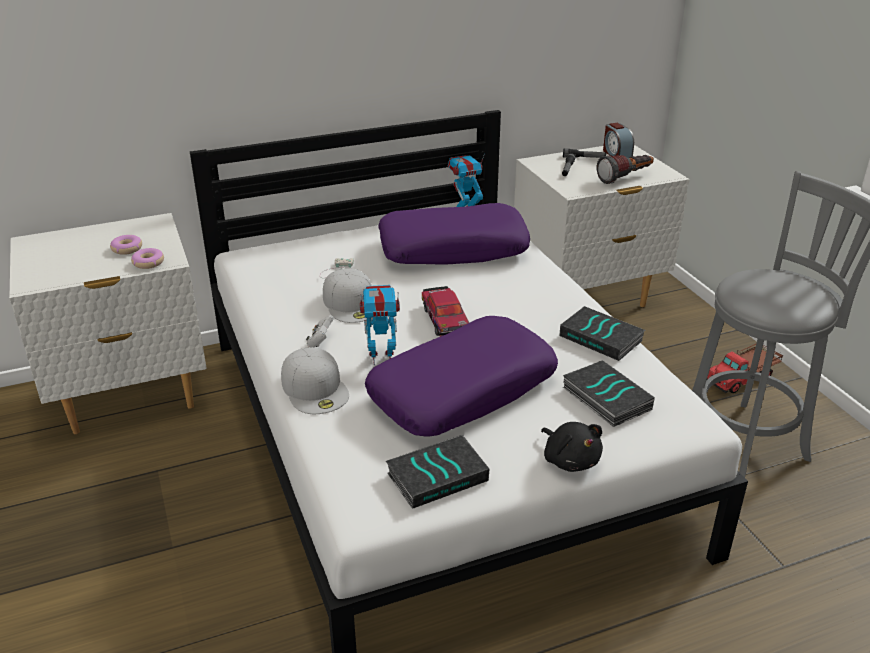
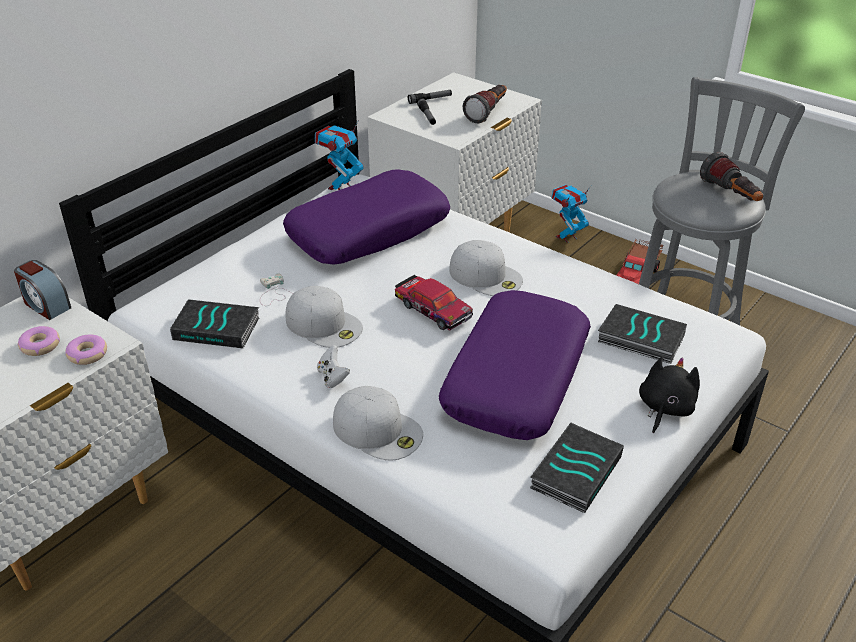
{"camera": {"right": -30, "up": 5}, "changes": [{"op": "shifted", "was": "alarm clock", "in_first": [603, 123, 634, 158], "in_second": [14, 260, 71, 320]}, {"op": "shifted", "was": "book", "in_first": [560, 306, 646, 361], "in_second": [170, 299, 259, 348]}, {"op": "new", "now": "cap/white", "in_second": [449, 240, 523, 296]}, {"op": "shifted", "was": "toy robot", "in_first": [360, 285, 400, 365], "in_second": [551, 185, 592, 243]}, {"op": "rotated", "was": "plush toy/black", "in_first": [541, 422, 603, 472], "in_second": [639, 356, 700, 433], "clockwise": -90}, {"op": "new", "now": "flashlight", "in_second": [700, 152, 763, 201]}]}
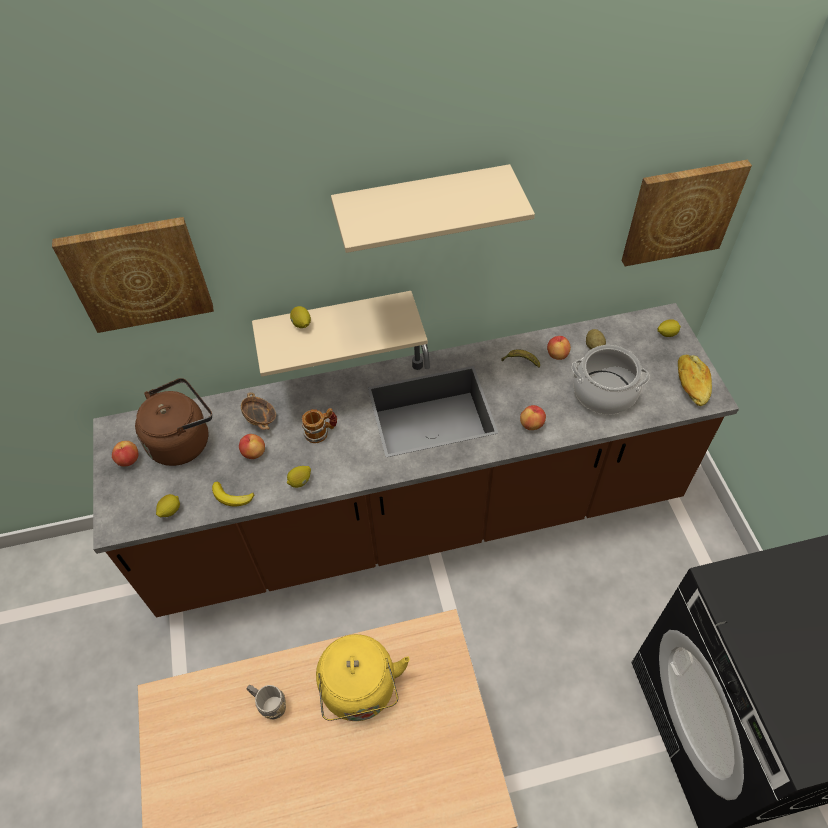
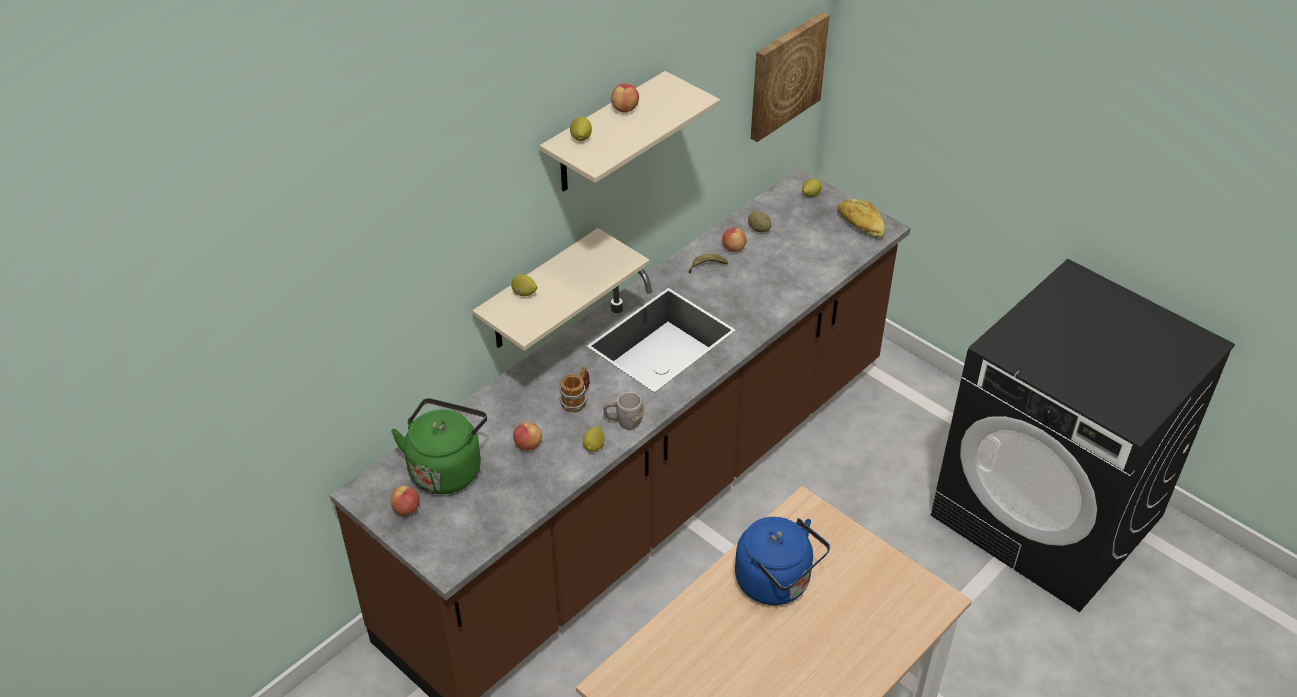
{"camera": {"right": -35, "up": -10}, "changes": [{"op": "repainted", "was": "kettle/brown", "now": "kettle/green", "in_first": [135, 378, 212, 466], "in_second": [391, 398, 487, 494]}, {"op": "shifted", "was": "lemon", "in_first": [156, 494, 180, 517], "in_second": [570, 117, 592, 141]}, {"op": "shifted", "was": "mug/grey", "in_first": [246, 685, 286, 719], "in_second": [603, 392, 644, 430]}, {"op": "shifted", "was": "apple", "in_first": [520, 405, 546, 430], "in_second": [611, 84, 639, 113]}, {"op": "repainted", "was": "kettle/yellow", "now": "kettle/blue", "in_first": [316, 634, 410, 721], "in_second": [735, 517, 830, 605]}, {"op": "gone", "was": "picture", "in_first": [52, 217, 214, 333]}, {"op": "gone", "was": "banana", "in_first": [212, 481, 254, 506]}, {"op": "gone", "was": "bowl", "in_first": [241, 392, 276, 430]}, {"op": "gone", "was": "cooking pot", "in_first": [572, 345, 650, 415]}]}
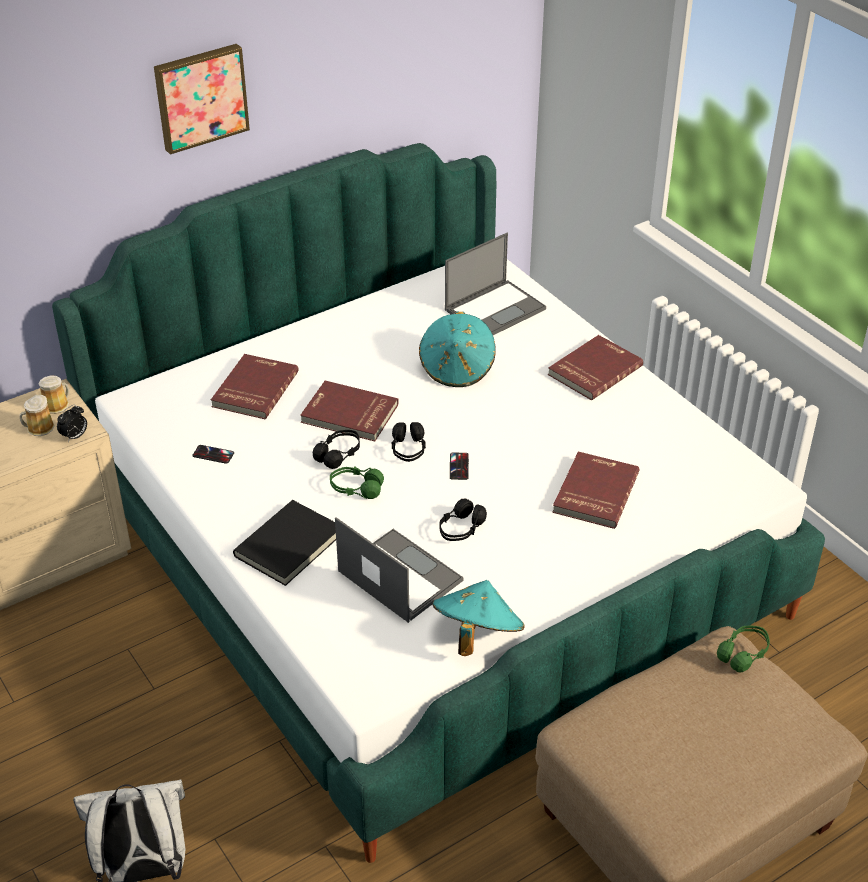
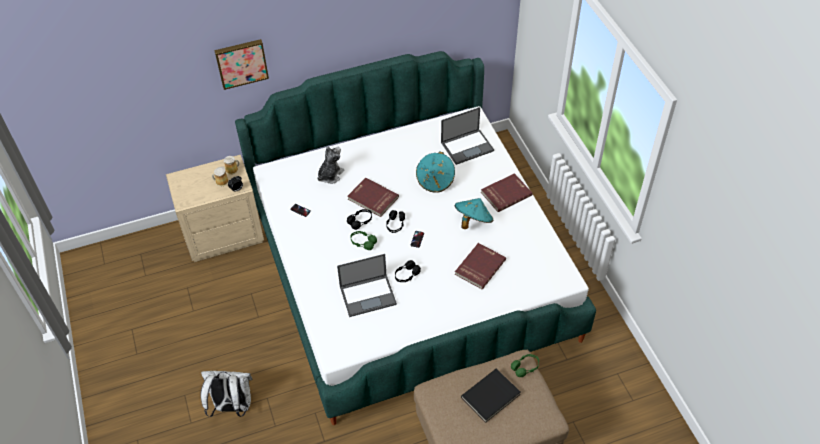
{"camera": {"right": 15, "up": 10}, "changes": [{"op": "shifted", "was": "picture", "in_first": [154, 44, 250, 155], "in_second": [214, 39, 269, 90]}, {"op": "swapped", "was": "book/red", "now": "plush toy", "in_first": [211, 354, 299, 419], "in_second": [317, 146, 345, 184]}, {"op": "rotated", "was": "laptop", "in_first": [335, 517, 463, 623], "in_second": [337, 254, 397, 317], "clockwise": 105}, {"op": "shifted", "was": "hat/turquoise", "in_first": [433, 580, 525, 656], "in_second": [455, 198, 493, 229]}, {"op": "shifted", "was": "book/black", "in_first": [233, 500, 336, 586], "in_second": [461, 369, 520, 423]}]}
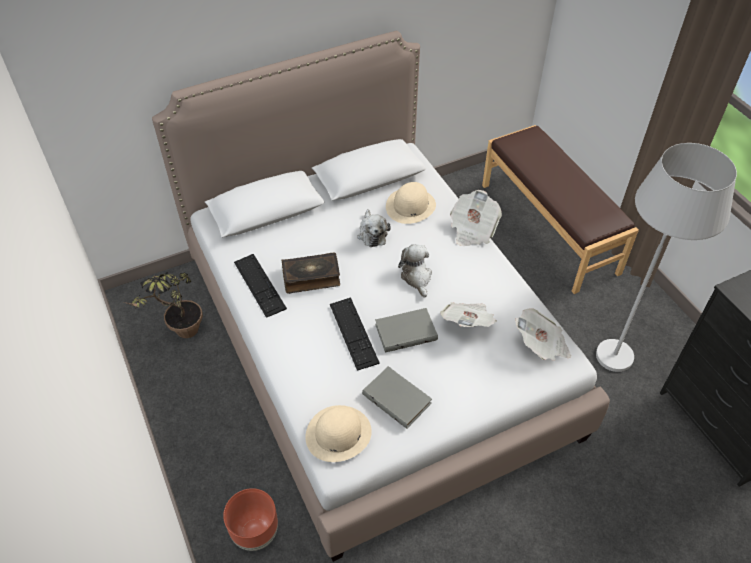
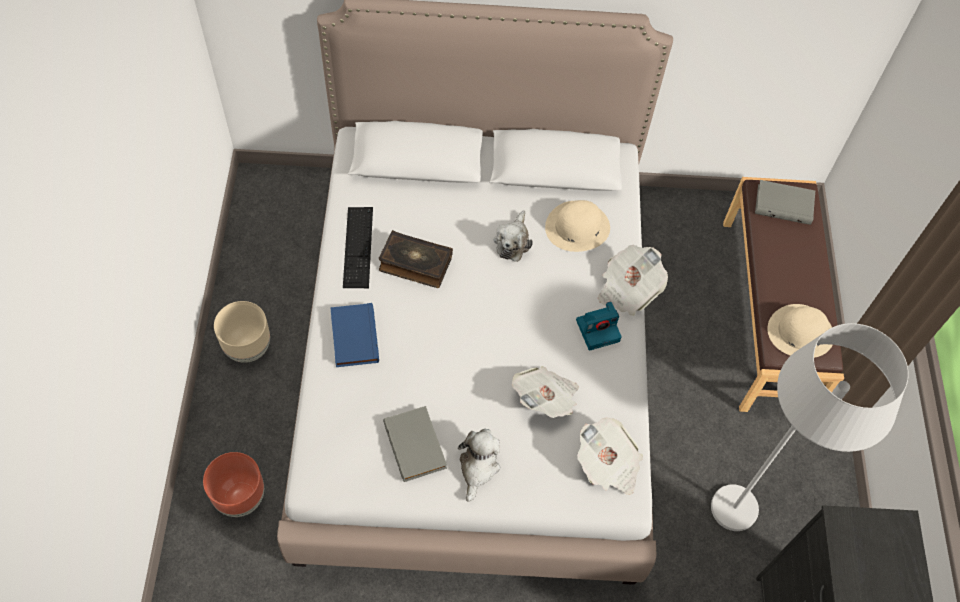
{"camera": {"right": 25, "up": 10}, "changes": [{"op": "new", "now": "planter/beige", "in_second": [214, 301, 270, 363]}, {"op": "new", "now": "book/blue", "in_second": [331, 303, 379, 367]}, {"op": "shifted", "was": "plush toy", "in_first": [398, 244, 432, 298], "in_second": [458, 429, 500, 502]}, {"op": "new", "now": "photo camera", "in_second": [576, 301, 622, 351]}, {"op": "shifted", "was": "book/grey", "in_first": [375, 308, 438, 352], "in_second": [755, 180, 815, 225]}, {"op": "shifted", "was": "hat/beige", "in_first": [305, 405, 372, 462], "in_second": [767, 304, 832, 358]}, {"op": "gone", "was": "potted plant", "in_first": [124, 272, 203, 338]}, {"op": "gone", "was": "keyboard", "in_first": [330, 297, 380, 371]}]}
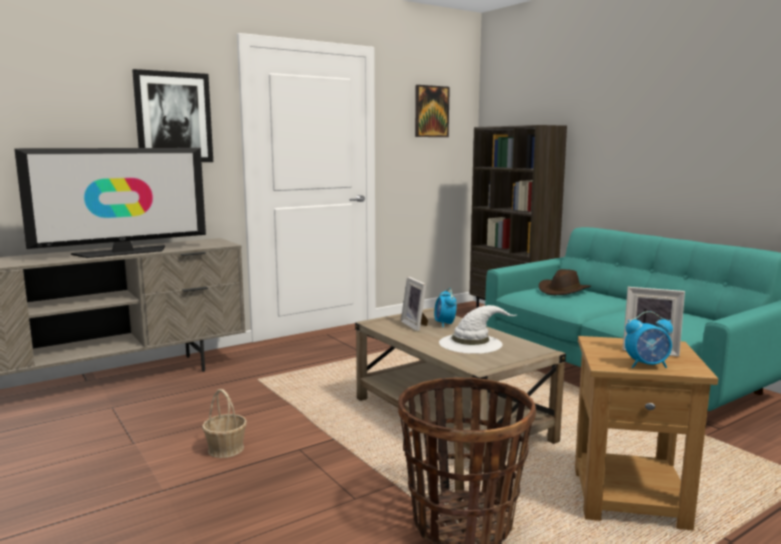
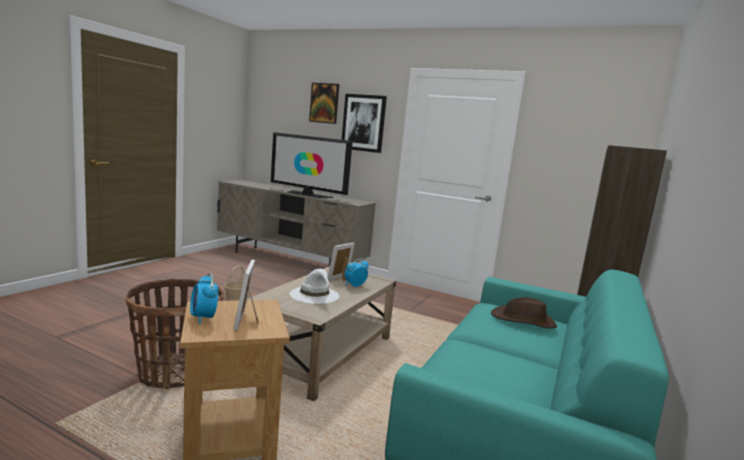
{"camera": {"right": 60, "up": 0}, "changes": [{"op": "shifted", "was": "picture", "in_first": [415, 85, 450, 137], "in_second": [309, 83, 339, 124]}]}
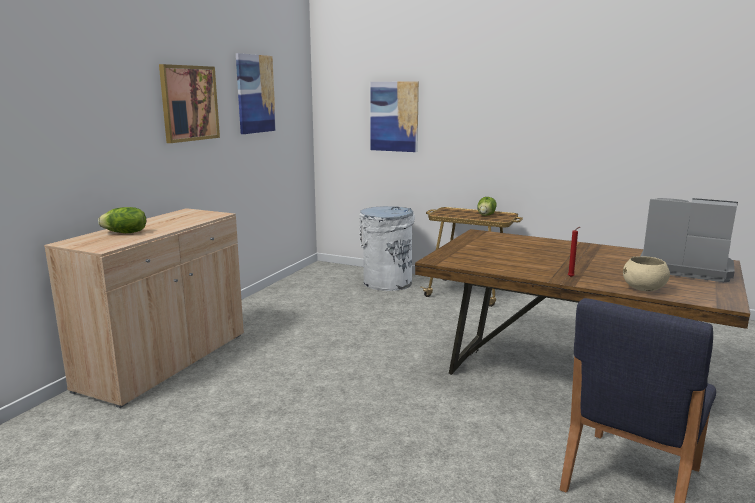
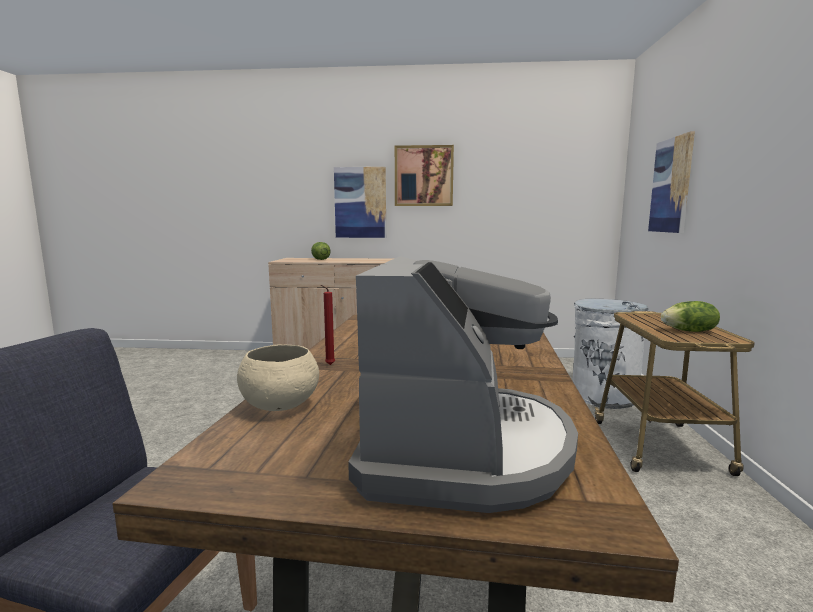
{"camera": {"right": 70, "up": -5}, "changes": [{"op": "shifted", "was": "picture", "in_first": [236, 53, 276, 134], "in_second": [334, 167, 386, 238]}]}
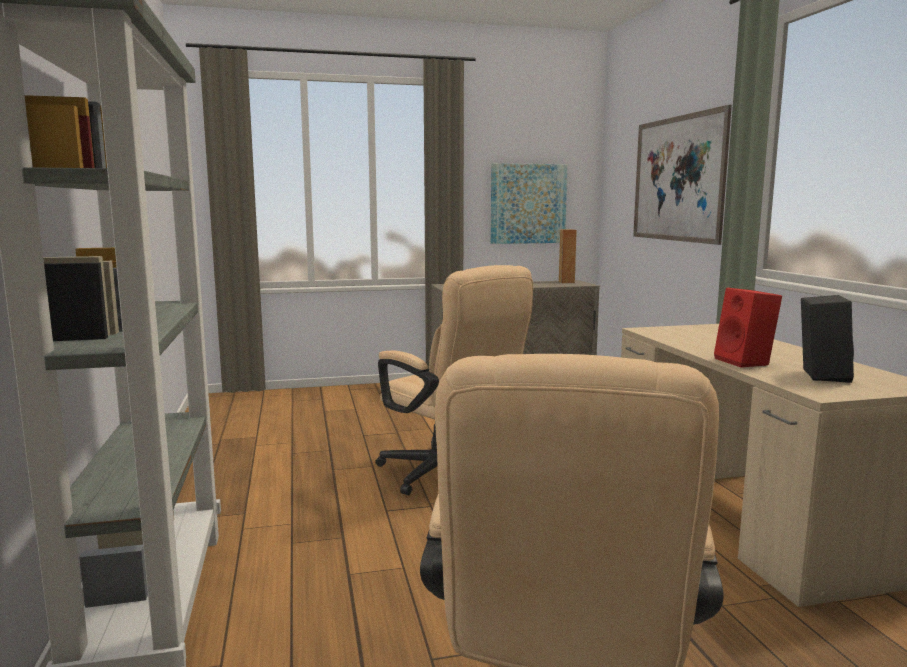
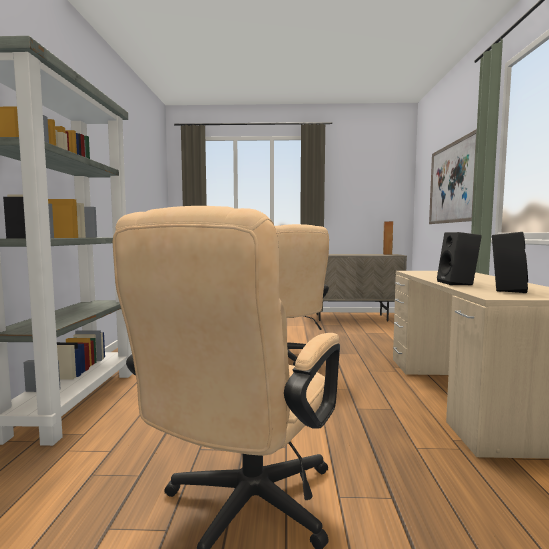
{"camera": {"right": 15, "up": -5}, "changes": [{"op": "repainted", "was": "speaker/red", "now": "speaker/black", "in_first": [714, 288, 782, 368], "in_second": [437, 232, 482, 285]}, {"op": "gone", "was": "picture", "in_first": [491, 163, 567, 244]}]}
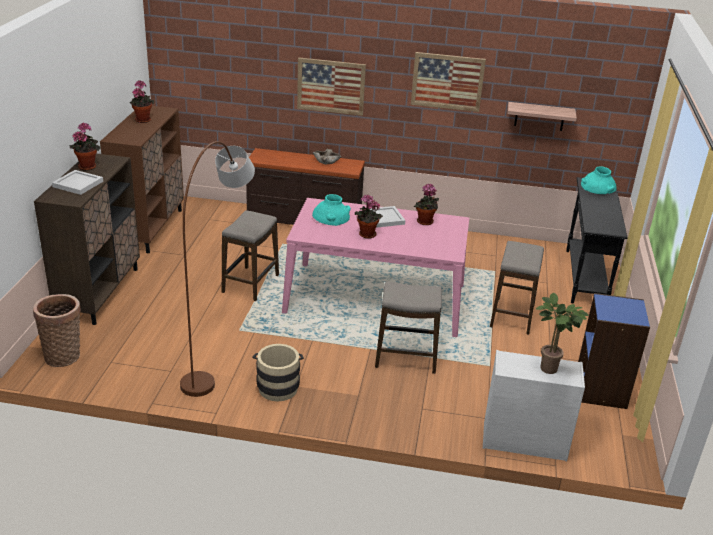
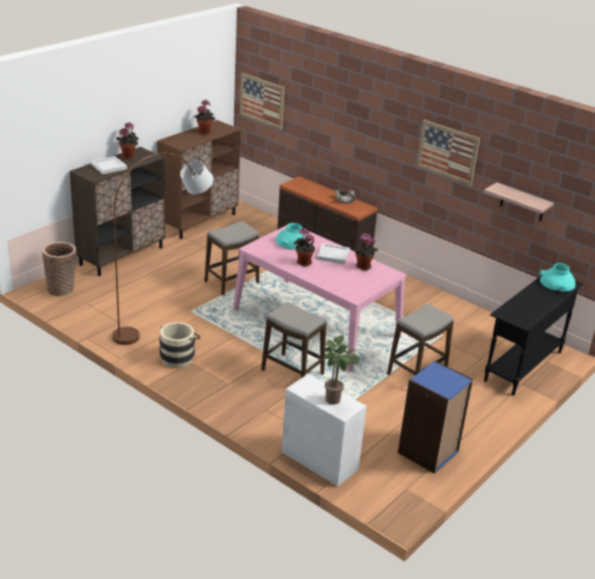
{"camera": {"right": 30, "up": 0}, "changes": [{"op": "shifted", "was": "picture", "in_first": [297, 57, 366, 116], "in_second": [240, 73, 285, 130]}]}
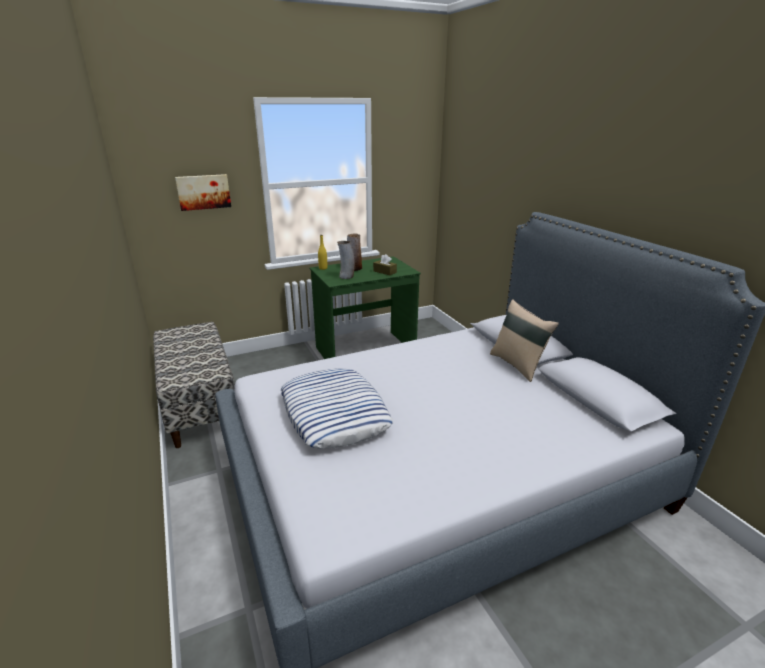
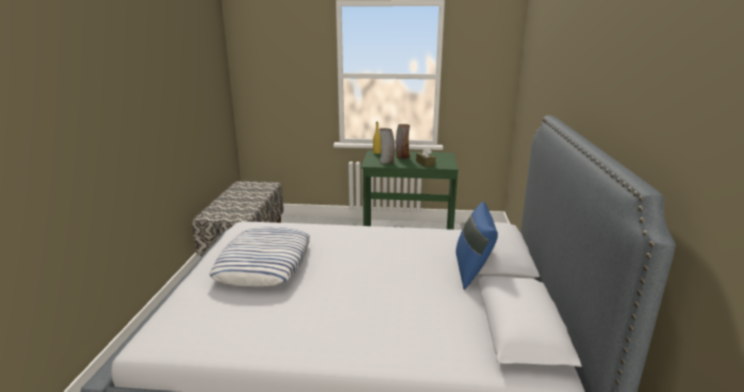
{"camera": {"right": 30, "up": -5}, "changes": [{"op": "repainted", "was": "pillow/beige", "now": "pillow/blue", "in_first": [490, 299, 559, 382], "in_second": [456, 202, 498, 290]}, {"op": "gone", "was": "picture", "in_first": [175, 174, 231, 211]}]}
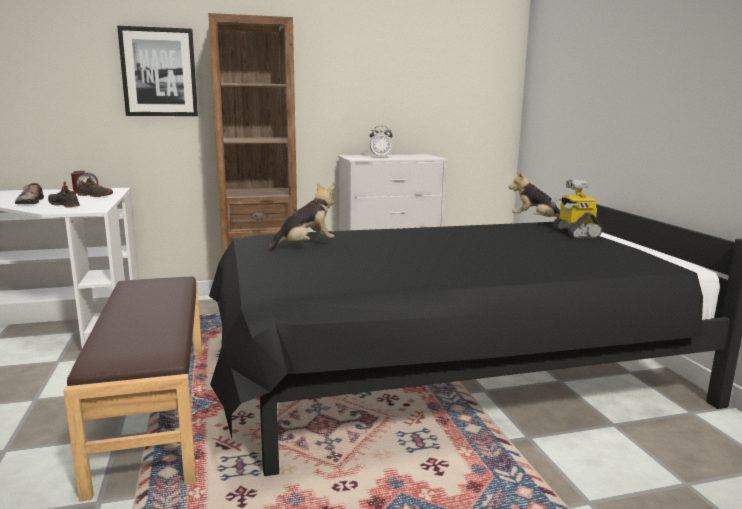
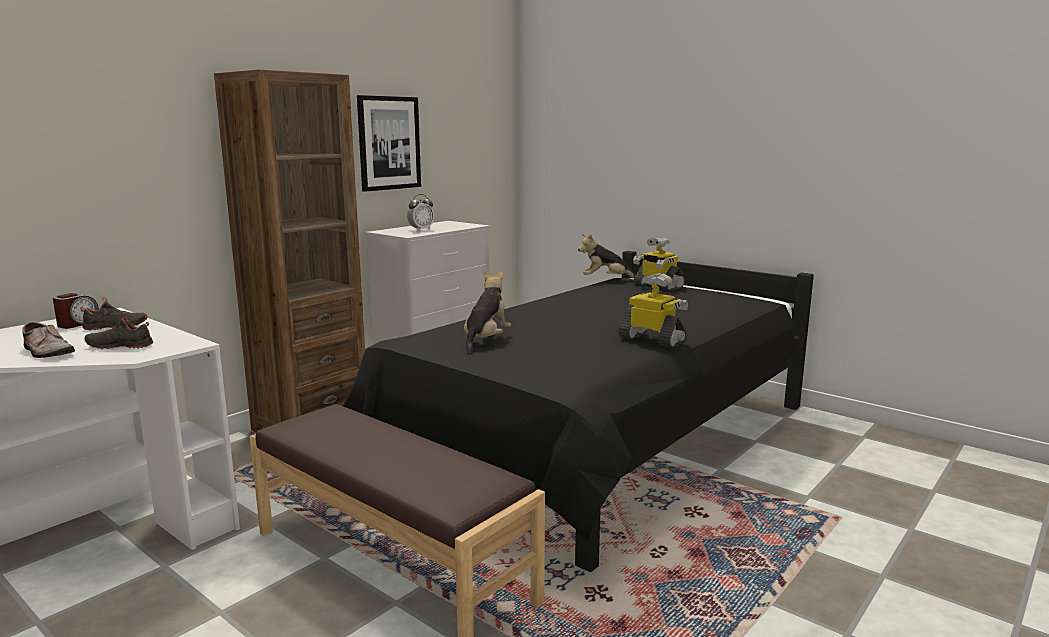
{"camera": {"right": -35, "up": 0}, "changes": [{"op": "shifted", "was": "picture", "in_first": [117, 26, 198, 116], "in_second": [357, 95, 421, 192]}, {"op": "new", "now": "toy robot", "in_second": [618, 273, 688, 348]}]}
